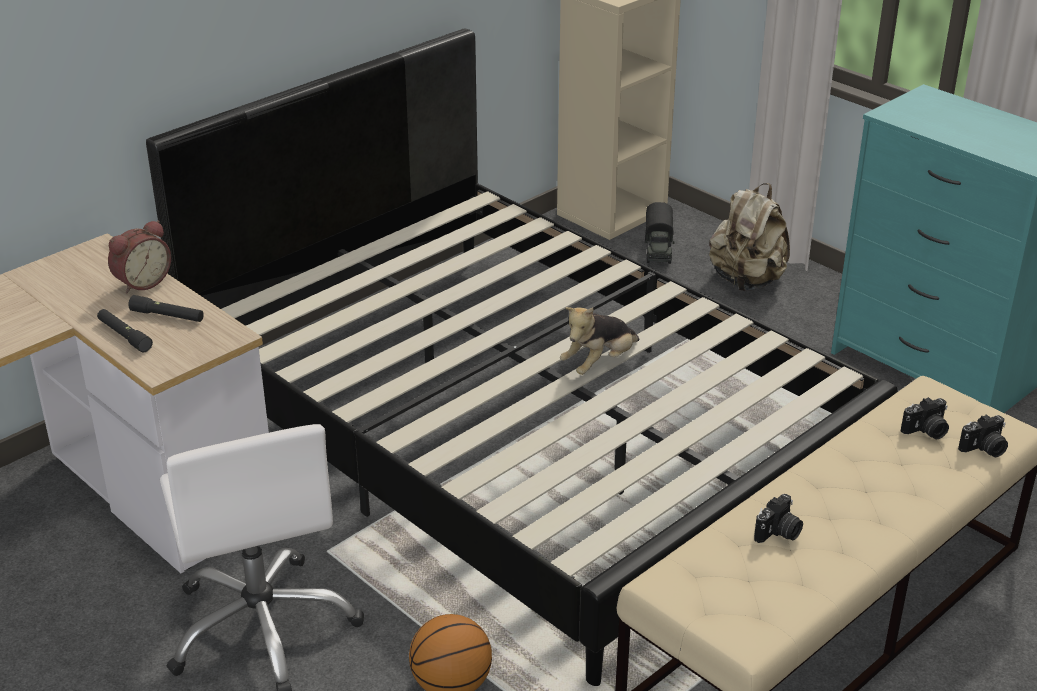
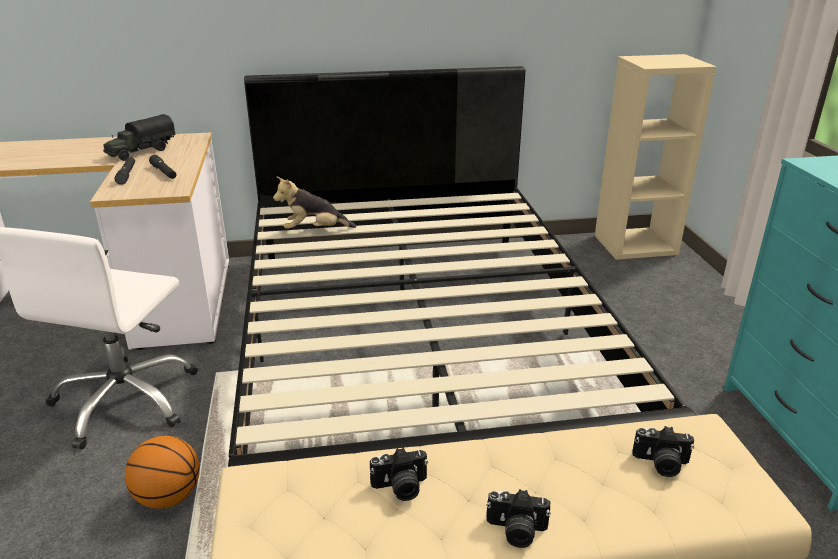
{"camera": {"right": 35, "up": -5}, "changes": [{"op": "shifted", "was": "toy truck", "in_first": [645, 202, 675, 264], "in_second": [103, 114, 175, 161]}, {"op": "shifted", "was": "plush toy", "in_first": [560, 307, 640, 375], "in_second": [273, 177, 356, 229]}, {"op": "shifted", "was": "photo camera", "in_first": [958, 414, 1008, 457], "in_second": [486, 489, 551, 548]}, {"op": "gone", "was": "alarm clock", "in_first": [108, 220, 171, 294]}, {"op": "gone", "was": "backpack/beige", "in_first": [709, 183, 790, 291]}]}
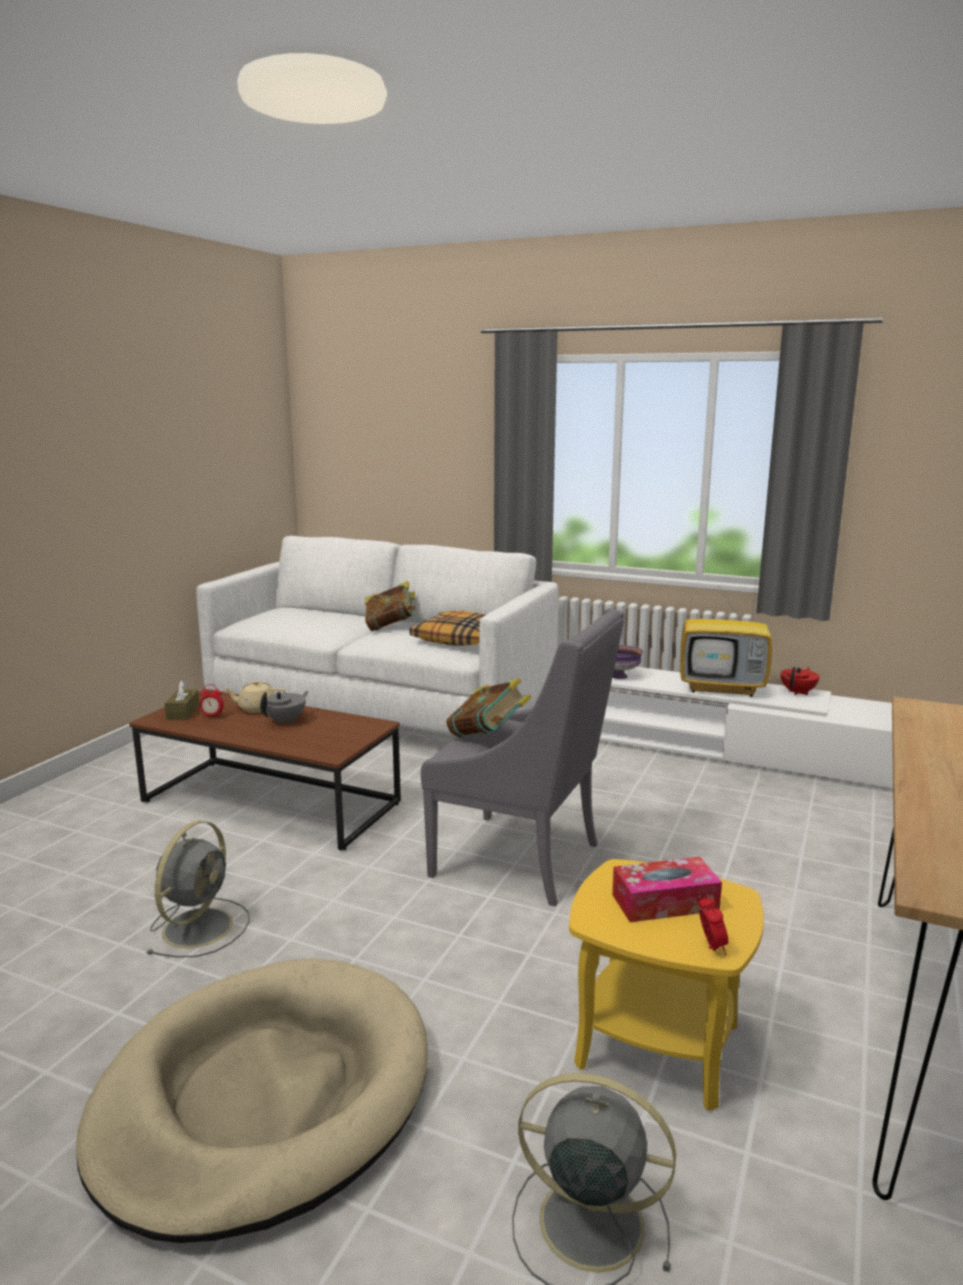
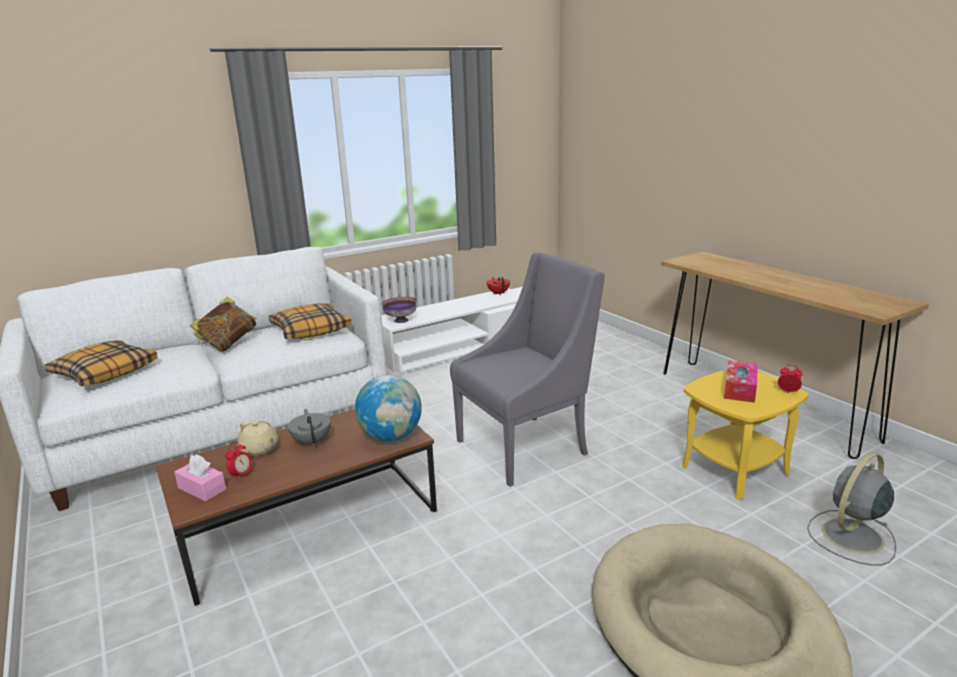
{"camera": {"right": -55, "up": 5}, "changes": [{"op": "new", "now": "pillow", "in_second": [45, 340, 158, 386]}, {"op": "repainted", "was": "tissue box/brown", "now": "tissue box/pink", "in_first": [164, 680, 200, 720], "in_second": [174, 454, 226, 502]}, {"op": "rotated", "was": "teapot/beige", "in_first": [223, 680, 286, 713], "in_second": [237, 421, 278, 456], "clockwise": -75}, {"op": "new", "now": "globe", "in_second": [355, 375, 422, 442]}, {"op": "gone", "was": "fan/grey", "in_first": [146, 821, 250, 958]}, {"op": "gone", "was": "book", "in_first": [446, 678, 531, 737]}, {"op": "gone", "was": "television", "in_first": [680, 573, 772, 697]}]}
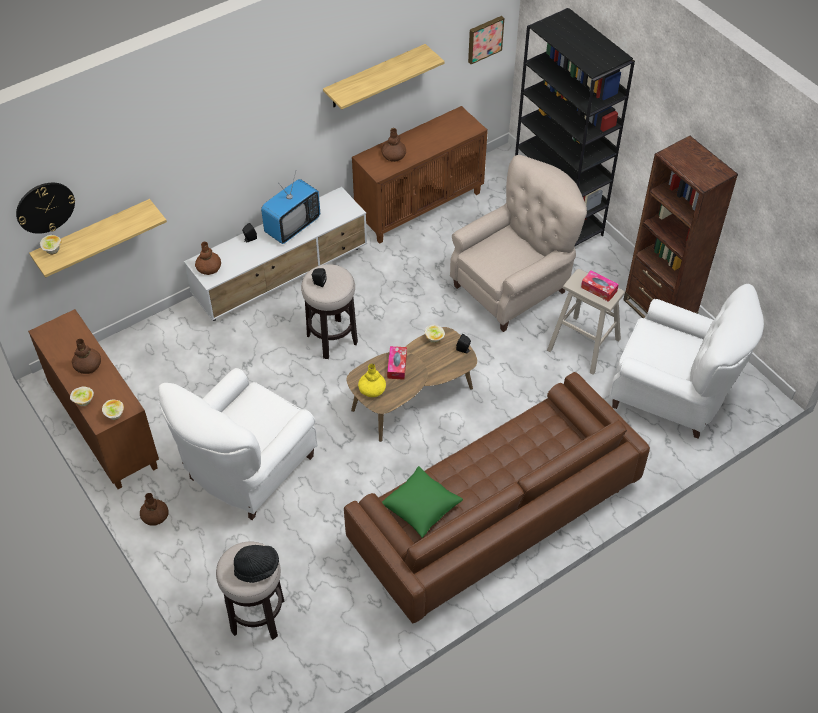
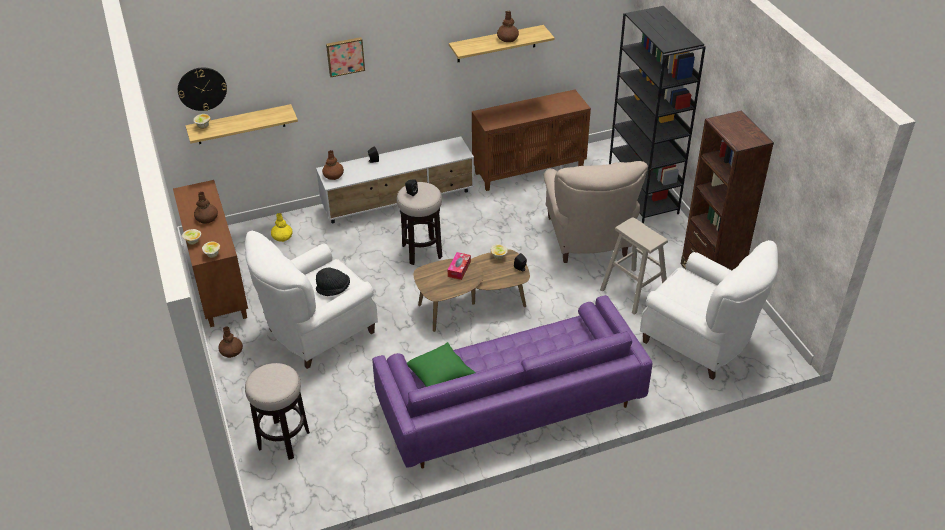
{"camera": {"right": 15, "up": -10}, "changes": [{"op": "shifted", "was": "vase/yellow", "in_first": [358, 363, 386, 397], "in_second": [271, 213, 293, 242]}, {"op": "shifted", "was": "hat/black", "in_first": [234, 545, 279, 583], "in_second": [316, 267, 350, 296]}, {"op": "shifted", "was": "picture", "in_first": [468, 16, 504, 64], "in_second": [326, 37, 365, 77]}, {"op": "repainted", "was": "sofa/brown", "now": "sofa/purple", "in_first": [344, 372, 650, 623], "in_second": [372, 295, 652, 469]}, {"op": "shifted", "was": "vase/brown", "in_first": [381, 128, 406, 162], "in_second": [497, 11, 519, 42]}, {"op": "rotated", "was": "armchair/beige", "in_first": [450, 155, 587, 332], "in_second": [544, 161, 648, 263], "clockwise": 105}, {"op": "gone", "was": "television", "in_first": [261, 171, 320, 244]}, {"op": "gone", "was": "tissue box", "in_first": [581, 270, 619, 302]}]}
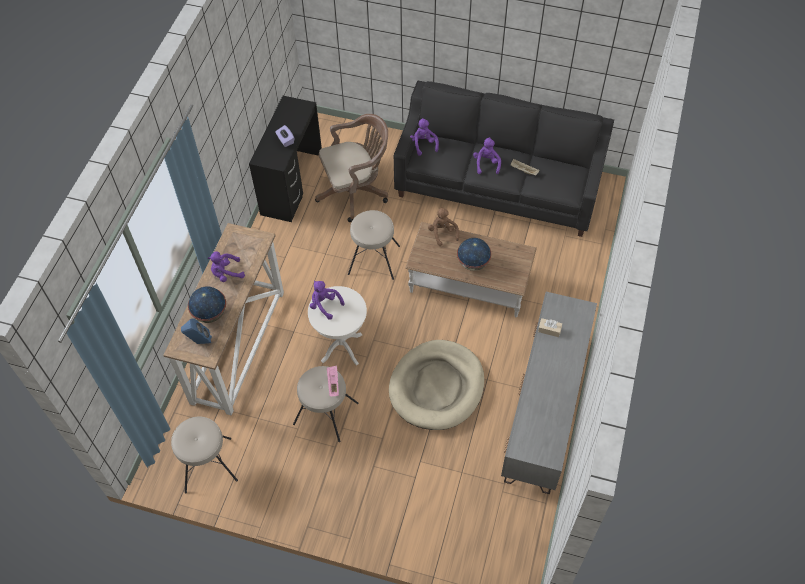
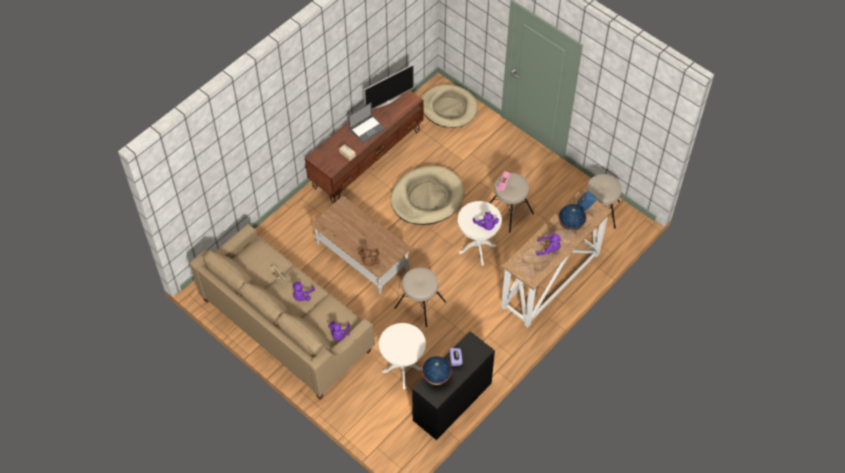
{"camera": {"right": -155, "up": 0}, "changes": [{"op": "repainted", "was": "sofa/black", "now": "sofa/beige", "in_first": [394, 81, 614, 237], "in_second": [190, 224, 375, 399]}, {"op": "repainted", "was": "tv stand/grey", "now": "tv stand/brown", "in_first": [501, 292, 597, 494], "in_second": [305, 90, 424, 203]}, {"op": "new", "now": "laptop", "in_second": [348, 102, 386, 143]}, {"op": "new", "now": "television", "in_second": [364, 64, 414, 109]}, {"op": "swapped", "was": "office chair/brown", "now": "side table/white", "in_first": [315, 114, 388, 222], "in_second": [379, 323, 426, 389]}, {"op": "new", "now": "dog bed/beige", "in_second": [422, 85, 478, 128]}, {"op": "shifted", "was": "globe", "in_first": [457, 238, 491, 271], "in_second": [422, 356, 452, 385]}]}
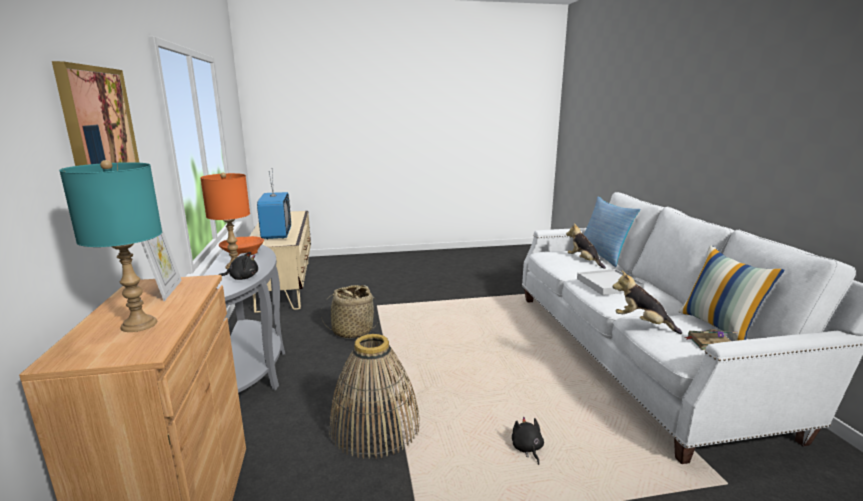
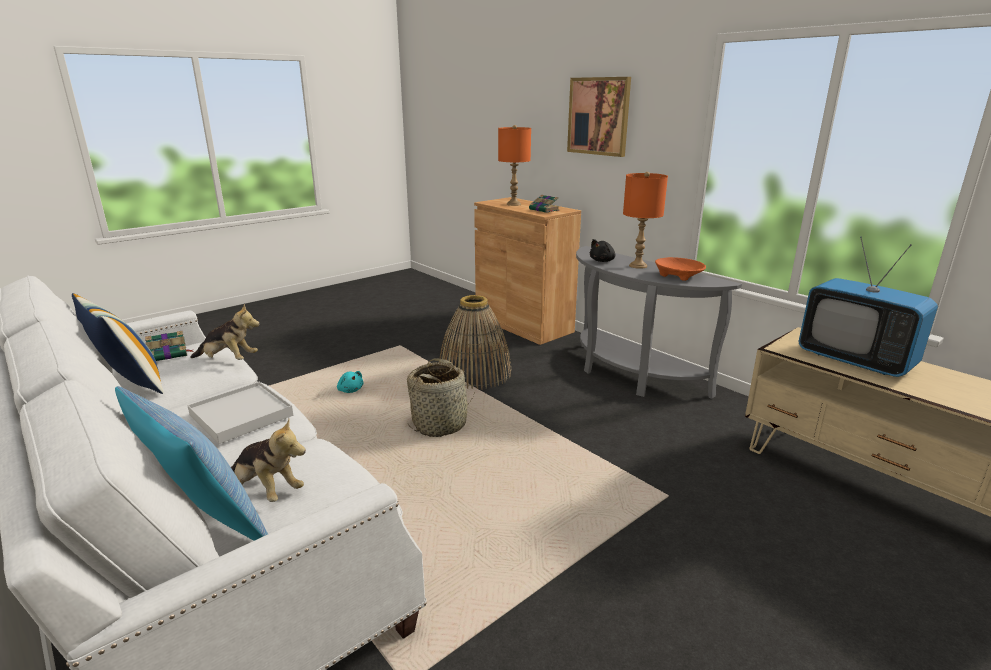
{"camera": {"right": 150, "up": 5}, "changes": [{"op": "repainted", "was": "plush toy/black", "now": "plush toy/turquoise", "in_first": [512, 417, 544, 465], "in_second": [337, 371, 363, 393]}, {"op": "shifted", "was": "basket", "in_first": [321, 285, 379, 339], "in_second": [407, 358, 475, 437]}, {"op": "repainted", "was": "table lamp/turquoise", "now": "table lamp/orange", "in_first": [59, 160, 162, 332], "in_second": [498, 125, 531, 206]}, {"op": "swapped", "was": "picture frame", "now": "book", "in_first": [141, 225, 182, 301], "in_second": [529, 195, 559, 213]}]}
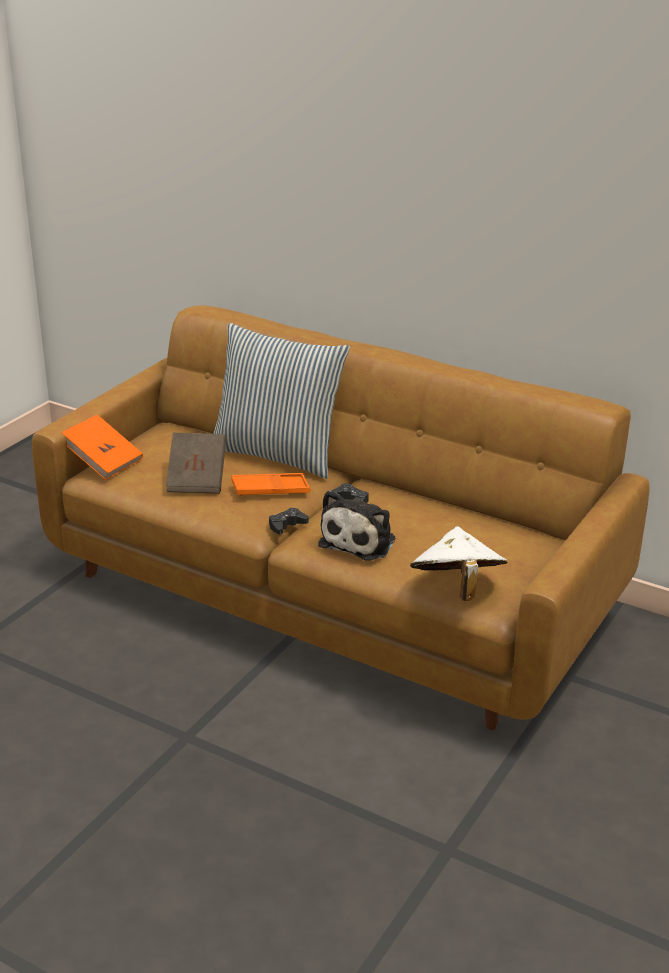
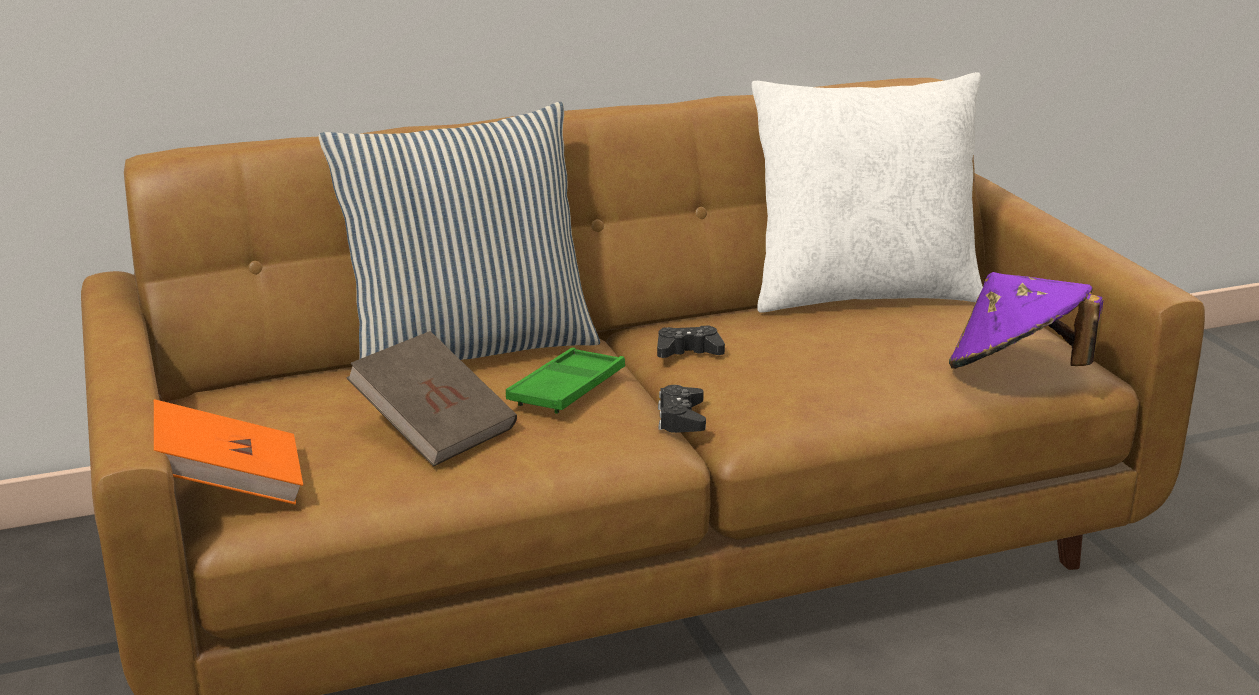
{"camera": {"right": -50, "up": -5}, "changes": [{"op": "repainted", "was": "tray/orange", "now": "tray/green", "in_first": [231, 473, 310, 496], "in_second": [506, 348, 625, 414]}, {"op": "new", "now": "pillow/white", "in_second": [752, 72, 983, 313]}, {"op": "repainted", "was": "hat/white", "now": "hat/purple", "in_first": [410, 526, 508, 601], "in_second": [949, 272, 1103, 369]}, {"op": "gone", "was": "plush toy", "in_first": [318, 490, 395, 561]}]}
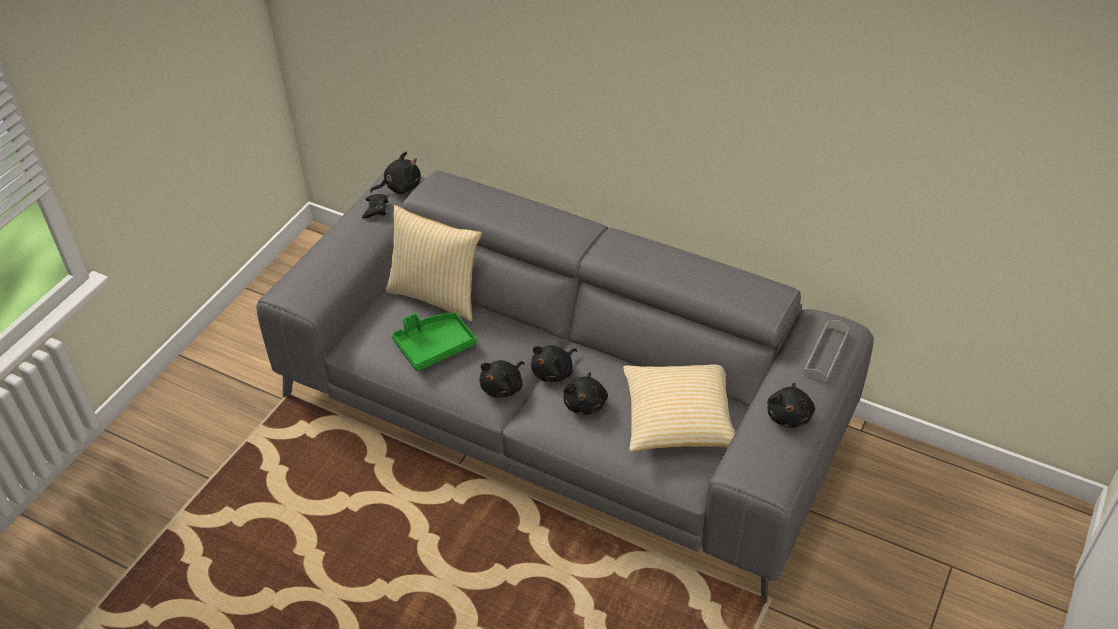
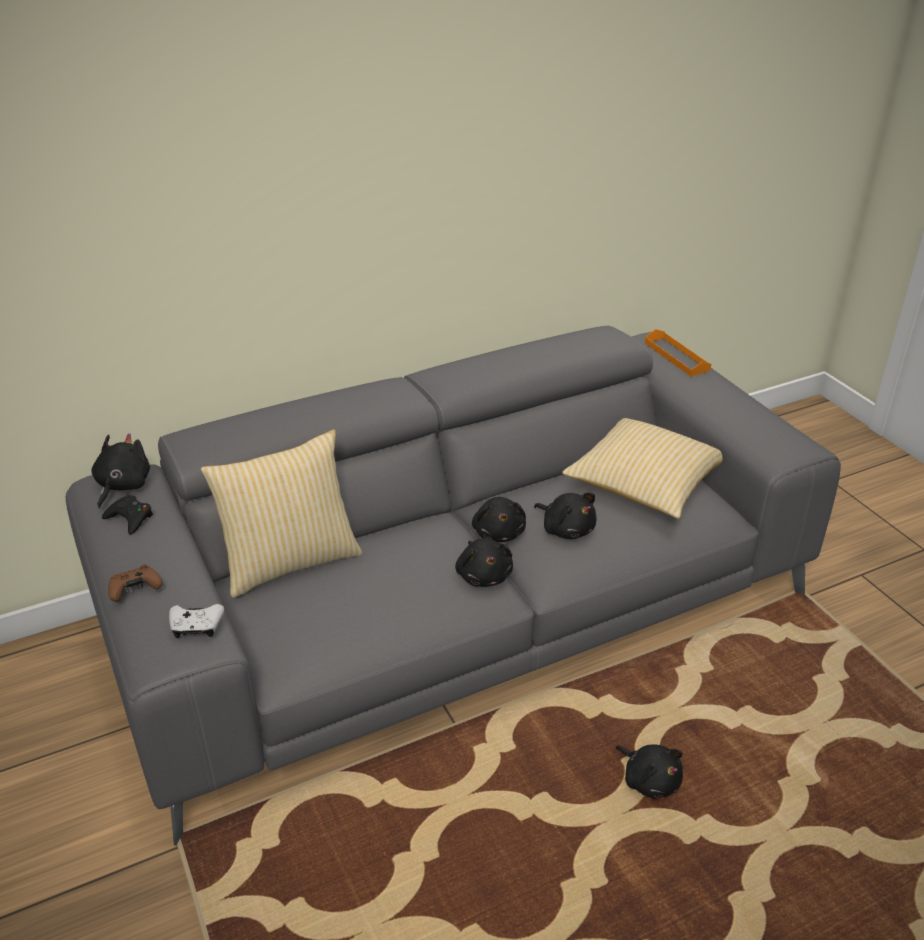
{"camera": {"right": -55, "up": -10}, "changes": [{"op": "new", "now": "game controller/brown", "in_second": [108, 564, 163, 602]}, {"op": "new", "now": "game controller/white", "in_second": [169, 604, 224, 638]}, {"op": "shifted", "was": "plush toy/black", "in_first": [767, 383, 815, 428], "in_second": [616, 744, 683, 799]}, {"op": "repainted", "was": "tray/grey", "now": "tray/orange", "in_first": [803, 321, 849, 382], "in_second": [645, 329, 711, 377]}, {"op": "gone", "was": "tray/green", "in_first": [392, 313, 477, 371]}]}
